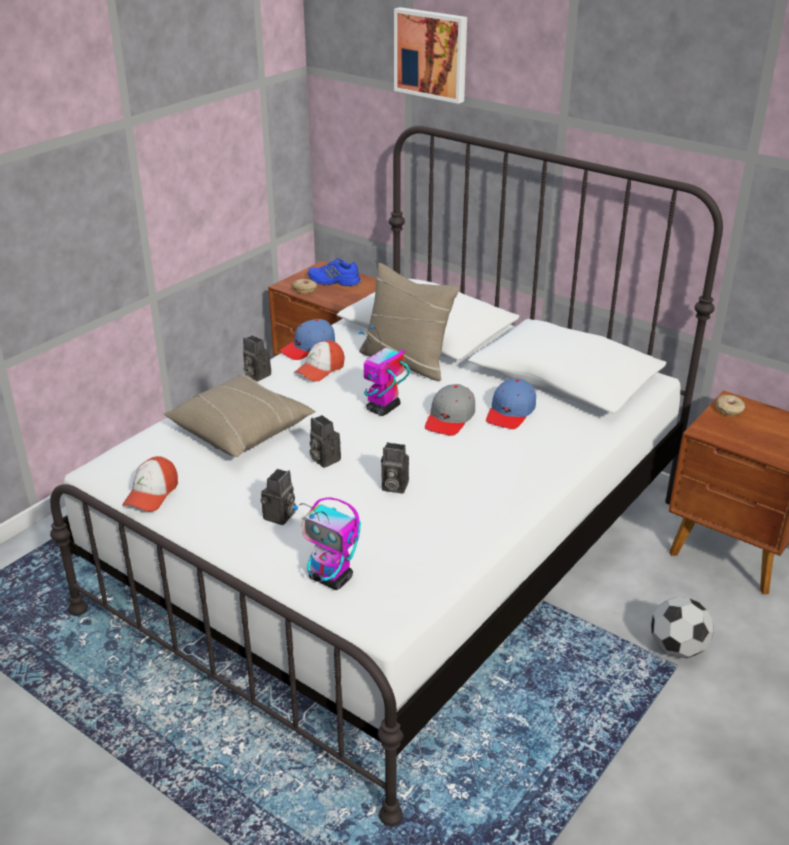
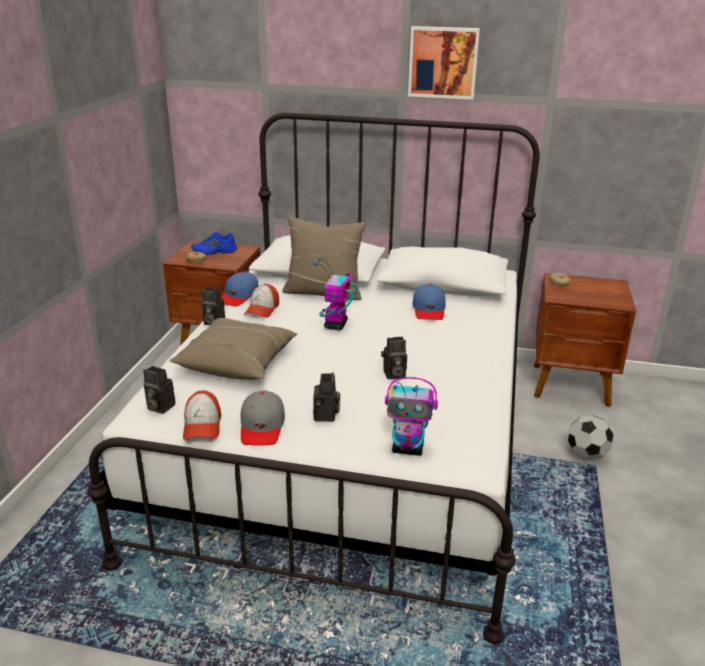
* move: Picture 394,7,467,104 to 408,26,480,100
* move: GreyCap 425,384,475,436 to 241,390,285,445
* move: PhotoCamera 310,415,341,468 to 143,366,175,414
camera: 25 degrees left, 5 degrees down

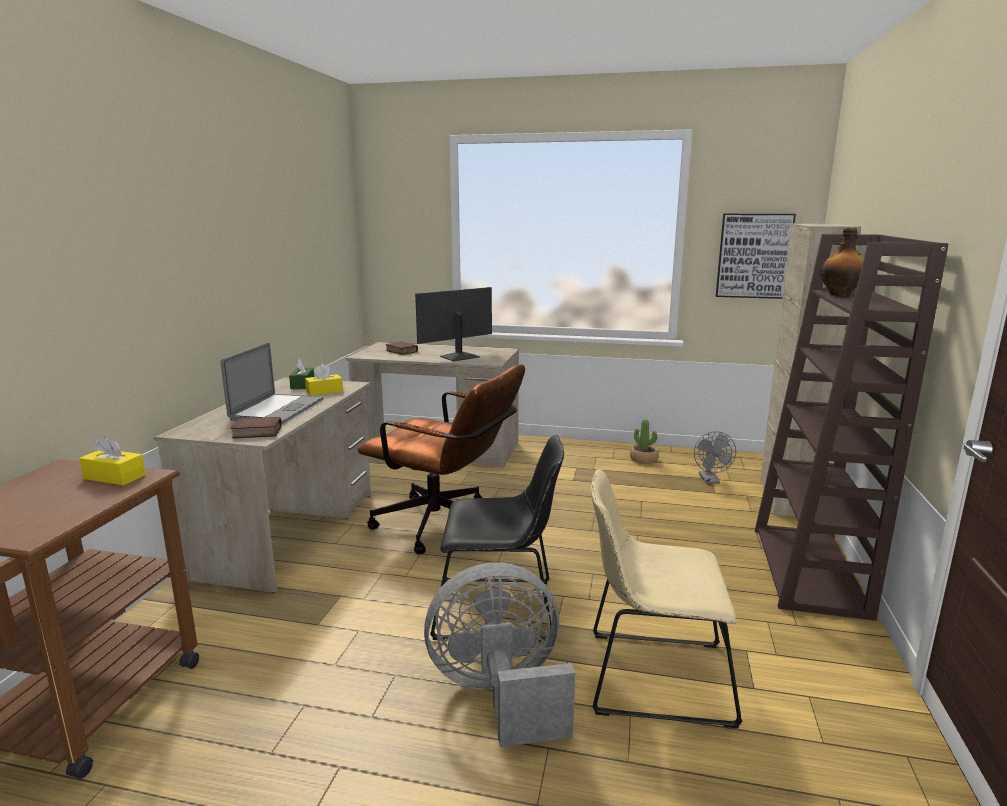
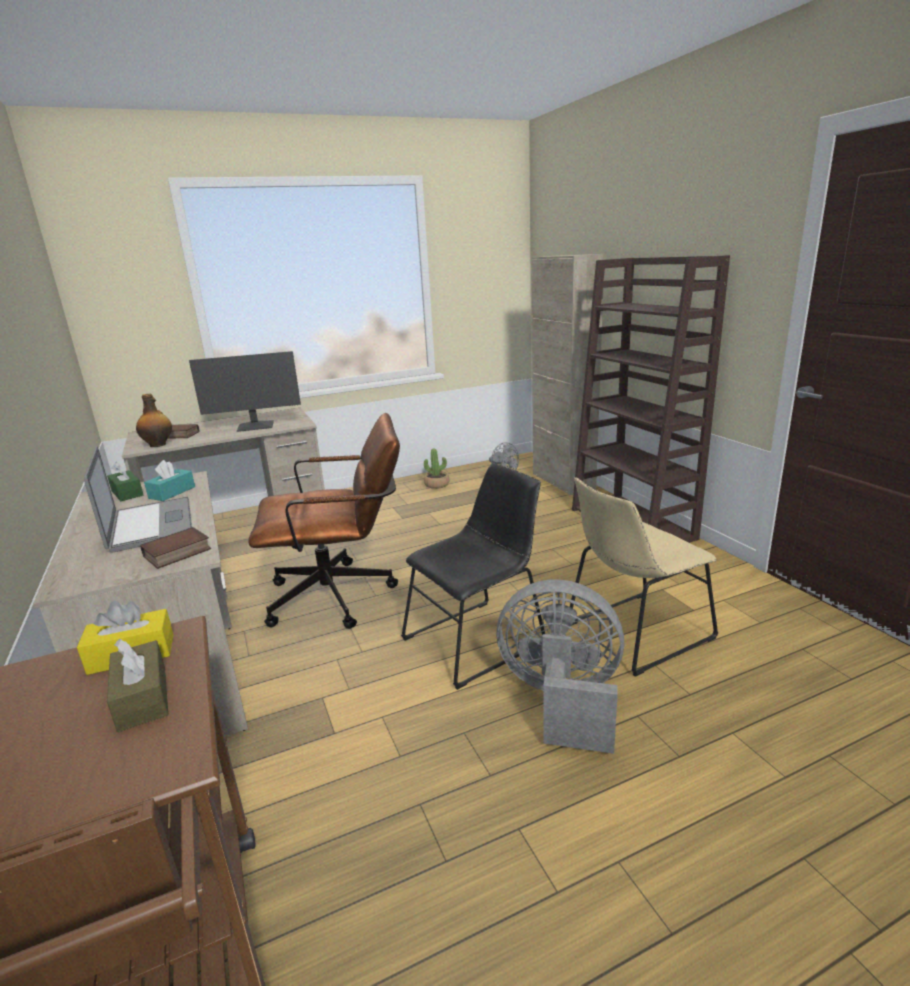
* delete: Picture 716,214,796,299
* move: Bottle 820,227,863,296 to 136,394,172,447
* rotate: Monitor 415,287,492,362 = 189,351,301,432 120 degrees counterclockwise
* recolor: YellowTissueBox 305,364,343,396 to TurquoiseTissueBox 144,460,195,501
* rotate: GreyFan 424,563,575,747 = 496,580,624,754 60 degrees clockwise
* insert: BrownTissueBox 107,638,169,732
camera: 35 degrees left, 5 degrees up

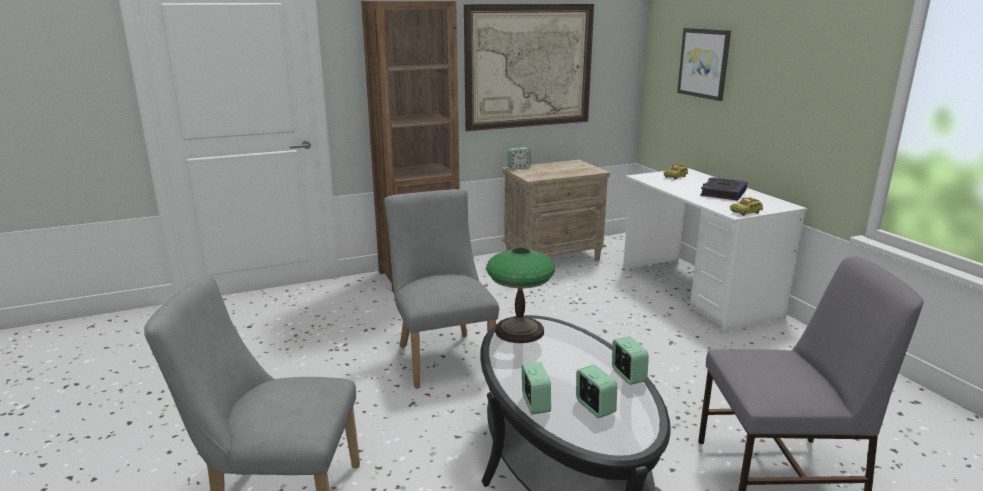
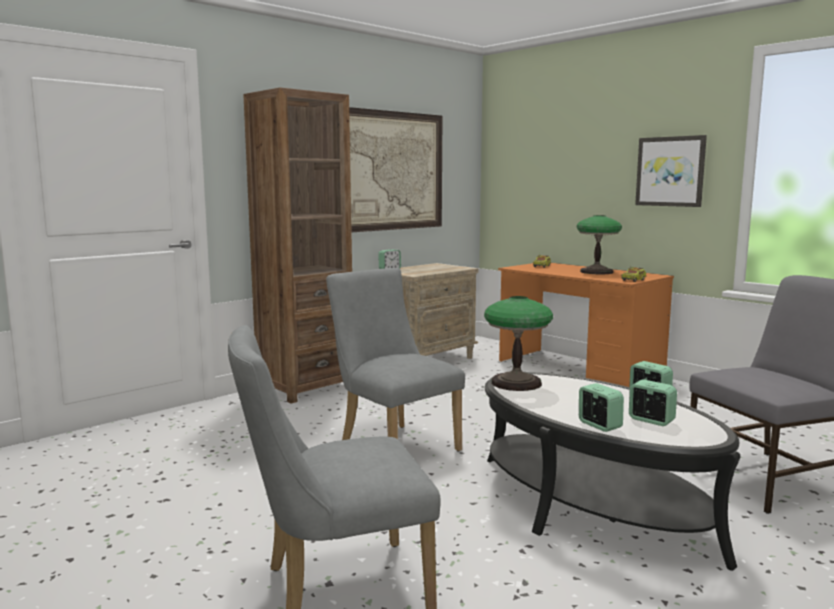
* move: Picture 677,28,731,101 to 635,135,707,207
* recolor: WhiteDesk 623,168,807,331 to OrangeDesk 498,263,674,387
* replace: Book 700,177,748,201 to TableLamp 577,215,622,274
camera: 20 degrees left, 10 degrees down

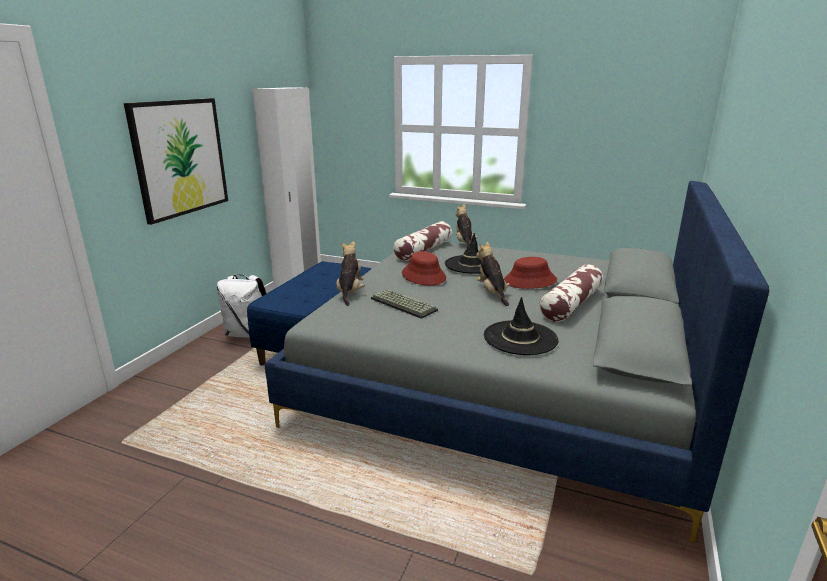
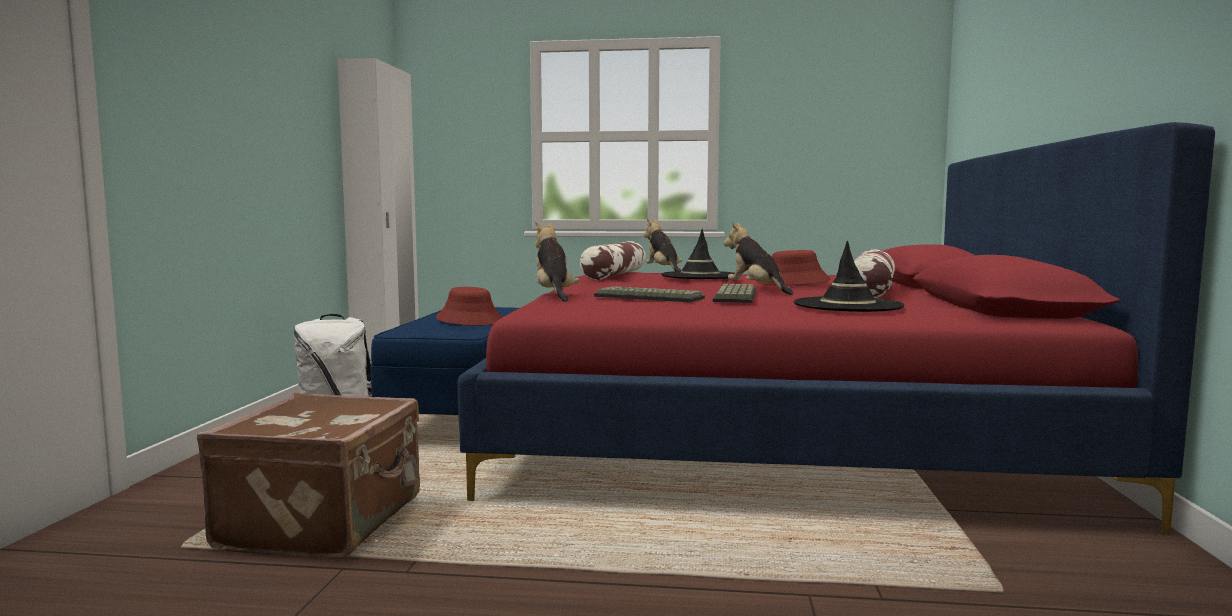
* delete: Picture 124,98,228,225
* recolor: GreyBed 265,181,769,542 to RedBed 458,122,1215,535
* move: RedHat 402,251,446,285 to 436,287,502,326
* insert: Keyboard 713,284,756,303
* insert: BrownSuitcase 197,392,420,559
camera: 15 degrees left, 15 degrees down

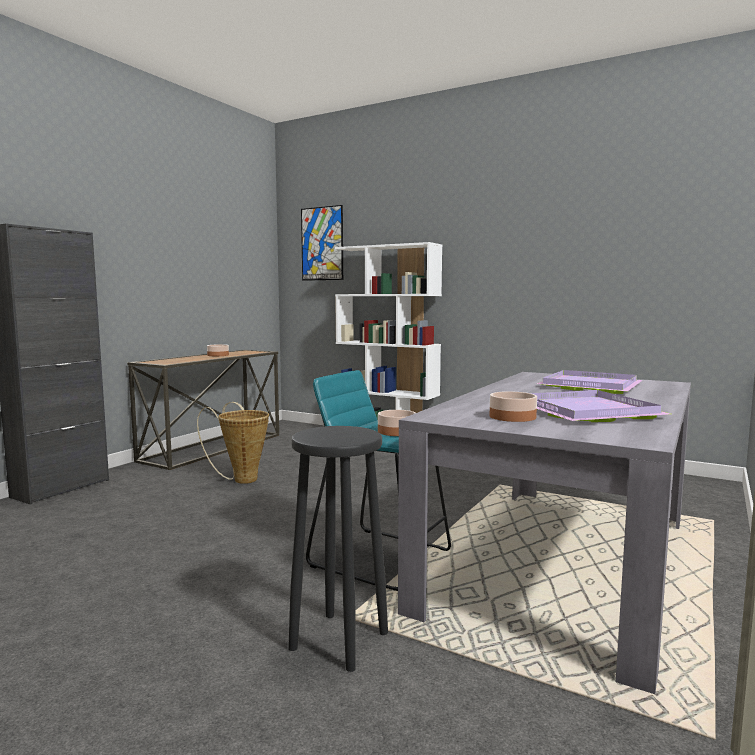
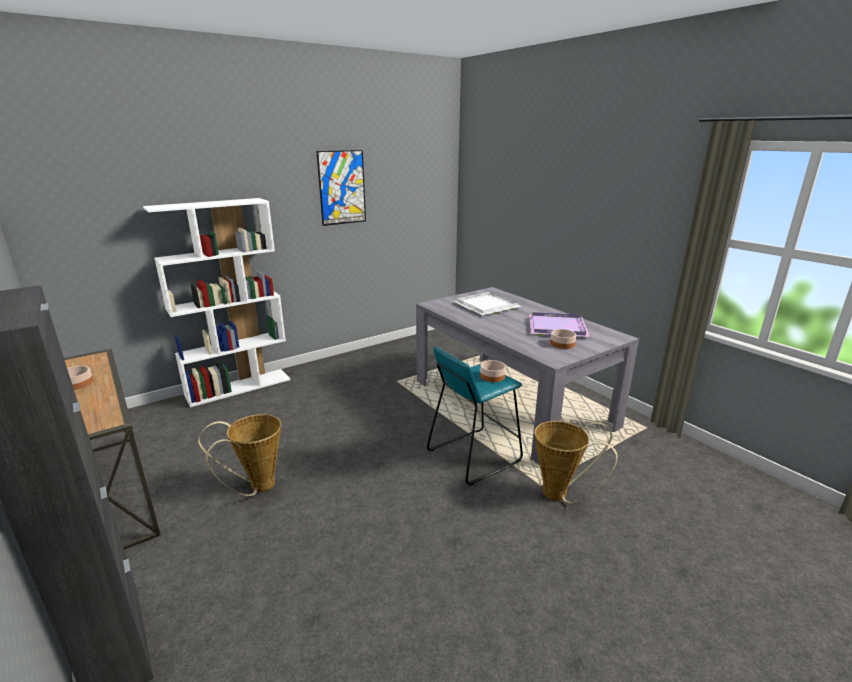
* move: Picture 301,205,343,281 to 317,150,366,226
* recolor: PurpleTray 537,370,643,394 to WhiteTray 453,292,521,315
* replace: BlackStool 288,426,388,672 to Basket 534,421,618,503
camera: 65 degrees left, 15 degrees up

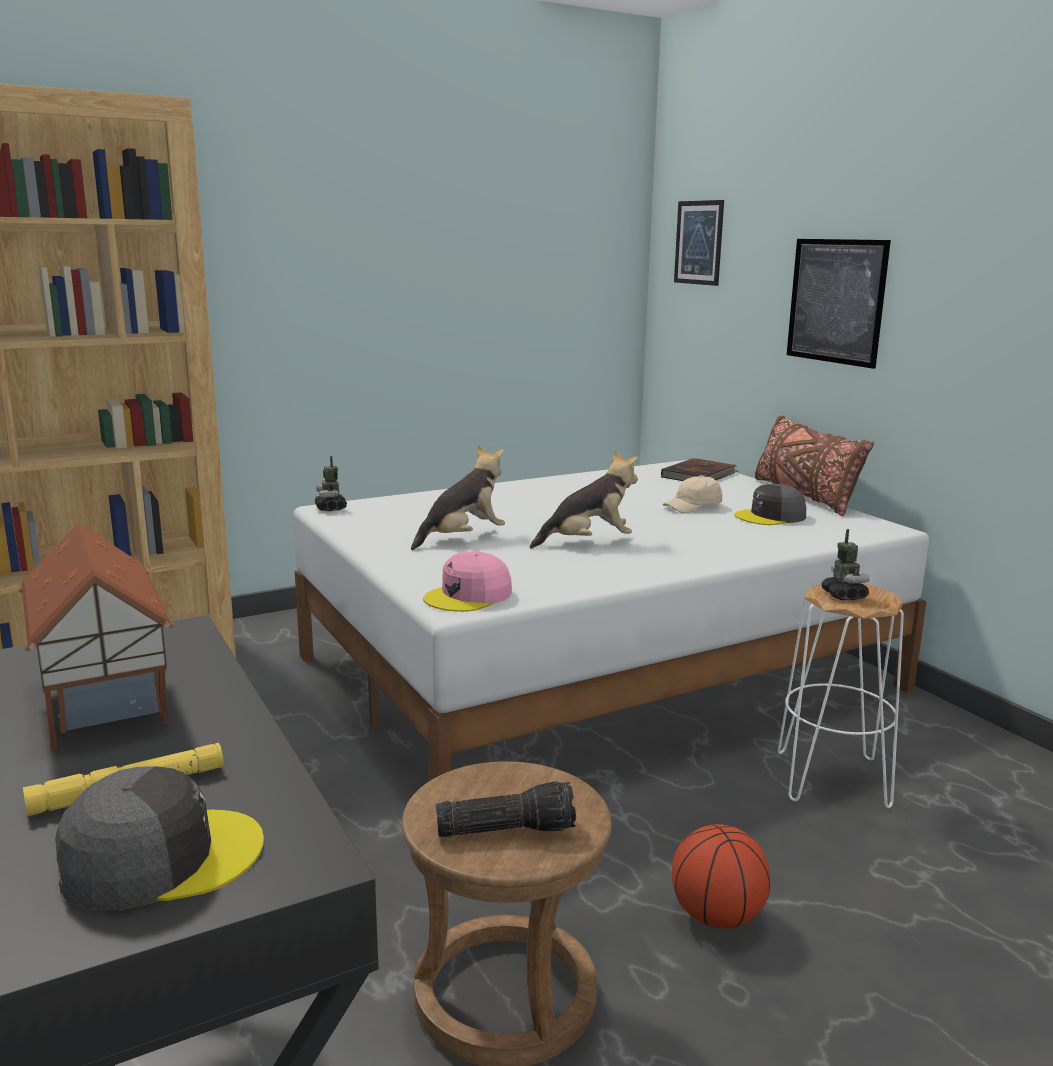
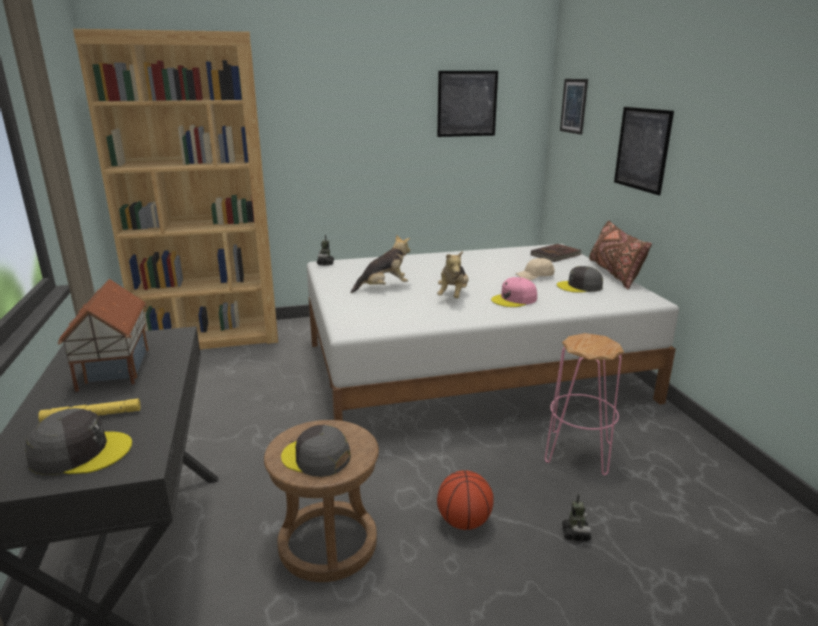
* rotate: PlushToy 530,450,638,549 = 437,251,468,298 105 degrees clockwise
* move: ToyRobot 821,529,870,600 to 562,495,591,542
* move: PinkCap 423,551,512,612 to 491,277,537,307
* recolor: WhiteStool 777,583,904,808 to PinkStool 545,333,624,475
* replace: Flashlight 436,781,576,837 to GreyCap 281,425,351,477
* insert: Picture 437,71,498,137
camera: 15 degrees right, 5 degrees up

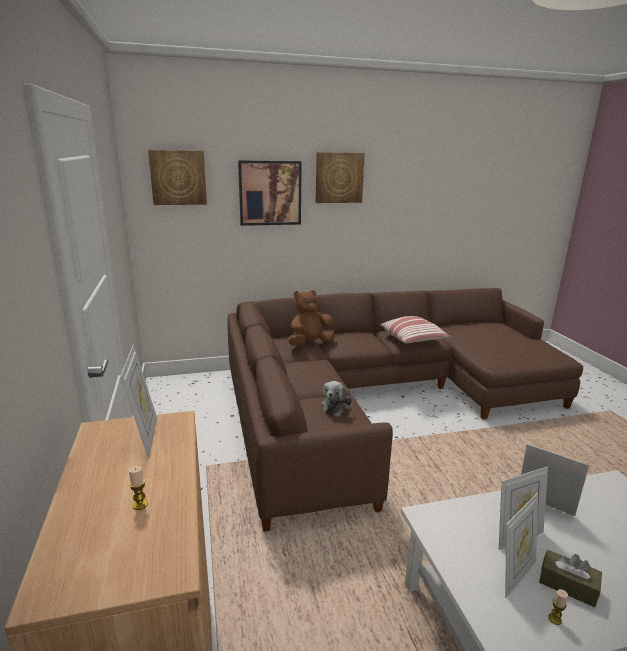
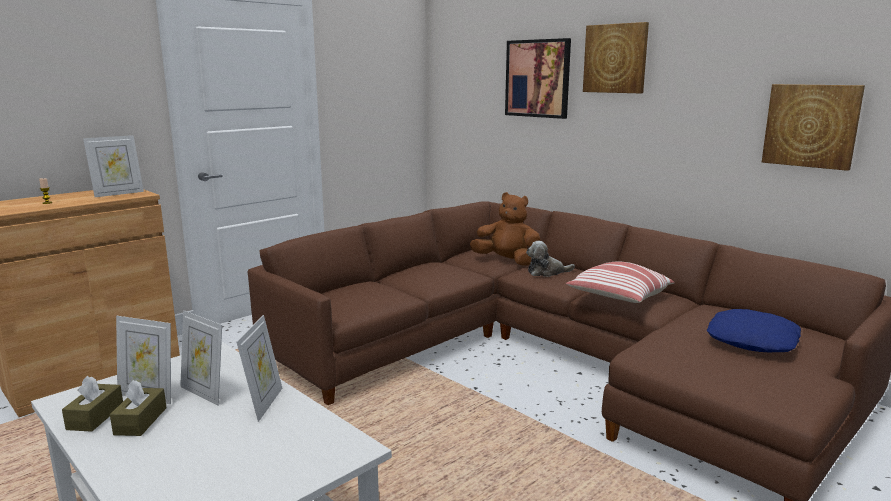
* move: Picture 148,150,207,205 to 762,84,865,171
* move: PlushToy 321,381,352,417 to 526,241,575,277
* replace: Candle 548,589,568,625 to BrownTissueBox 62,376,123,432
* insert: BluePillow 707,309,801,352
camera: 60 degrees right, 5 degrees down

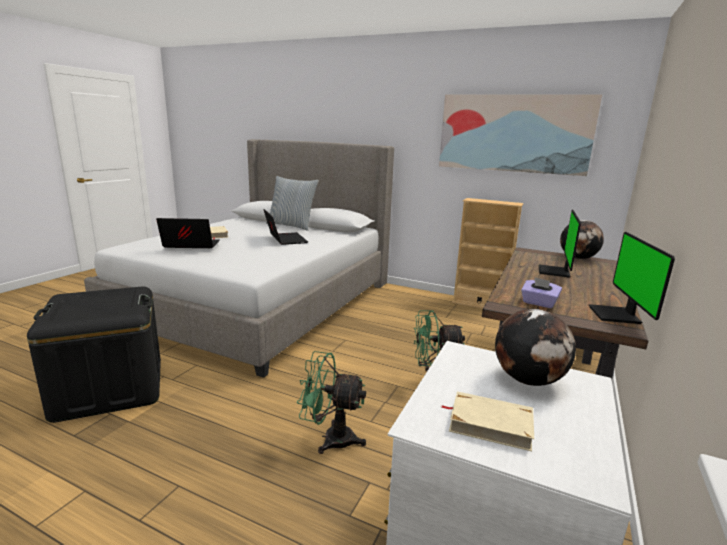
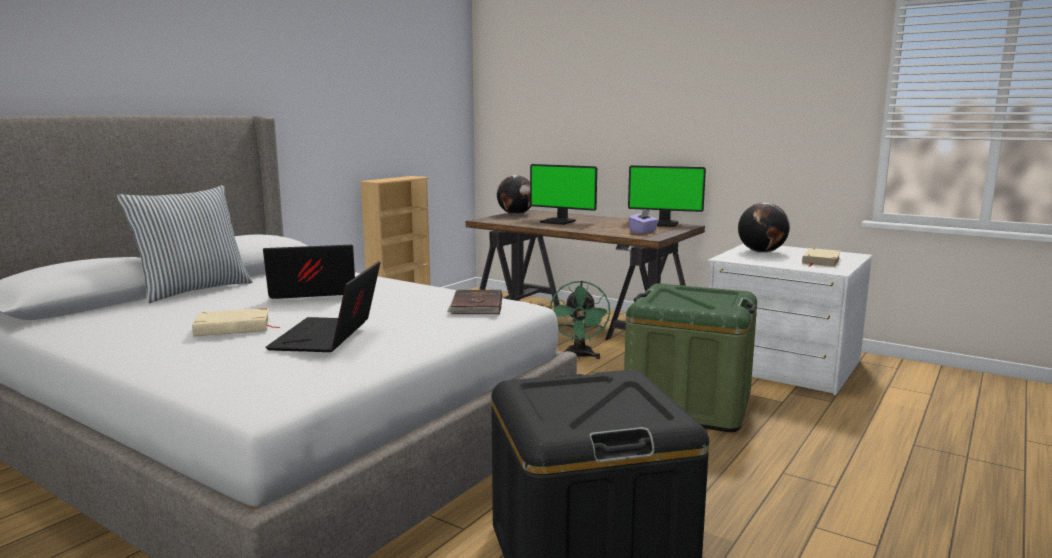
* delete: Picture 439,94,602,176
* replace: GreenFan 297,351,366,454 to GreenStorageBox 624,283,757,432
* insert: BrownBook 447,289,502,314
camera: 80 degrees left, 5 degrees down

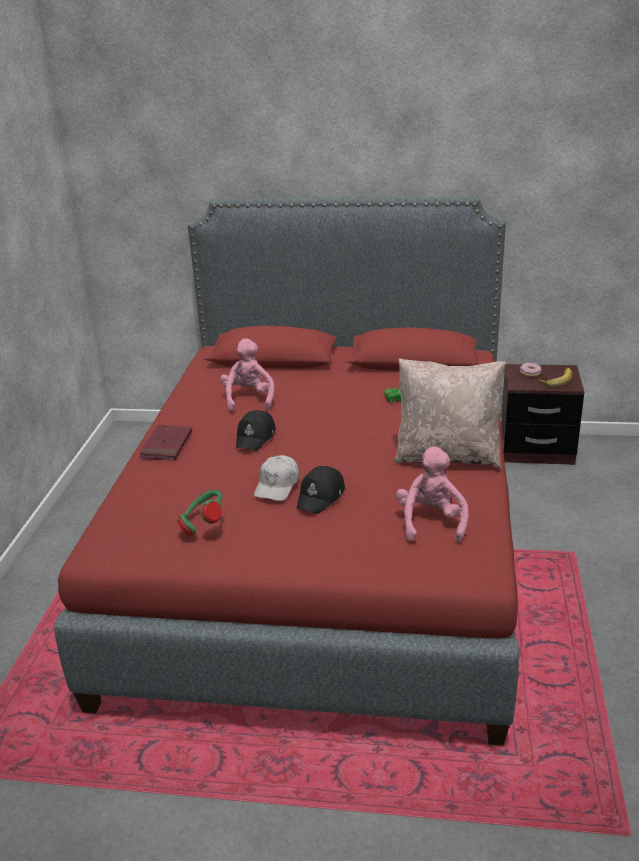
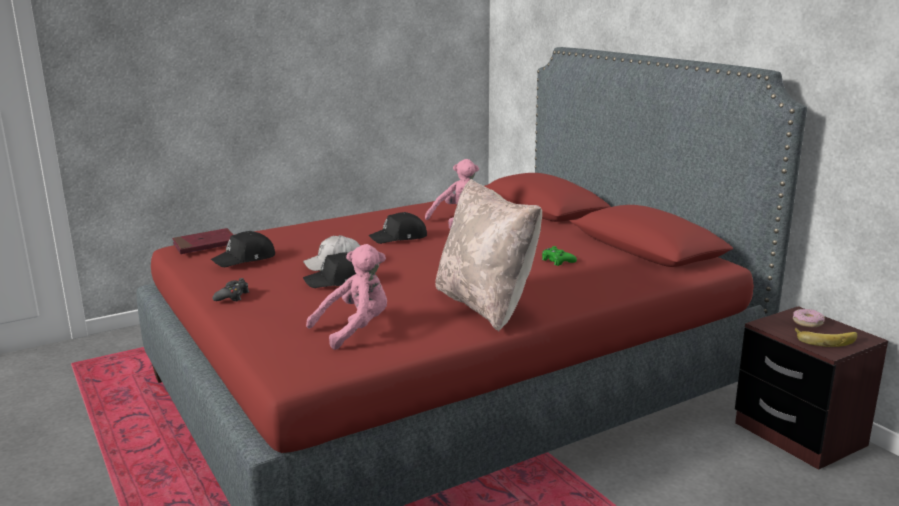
* move: RedBook 139,424,192,461 to 172,228,233,254
* replace: GreenHeadphones 177,490,223,536 to BlackCap 211,231,275,267
* insert: BlackGameController 212,278,249,301
camera: 50 degrees right, 10 degrees down

